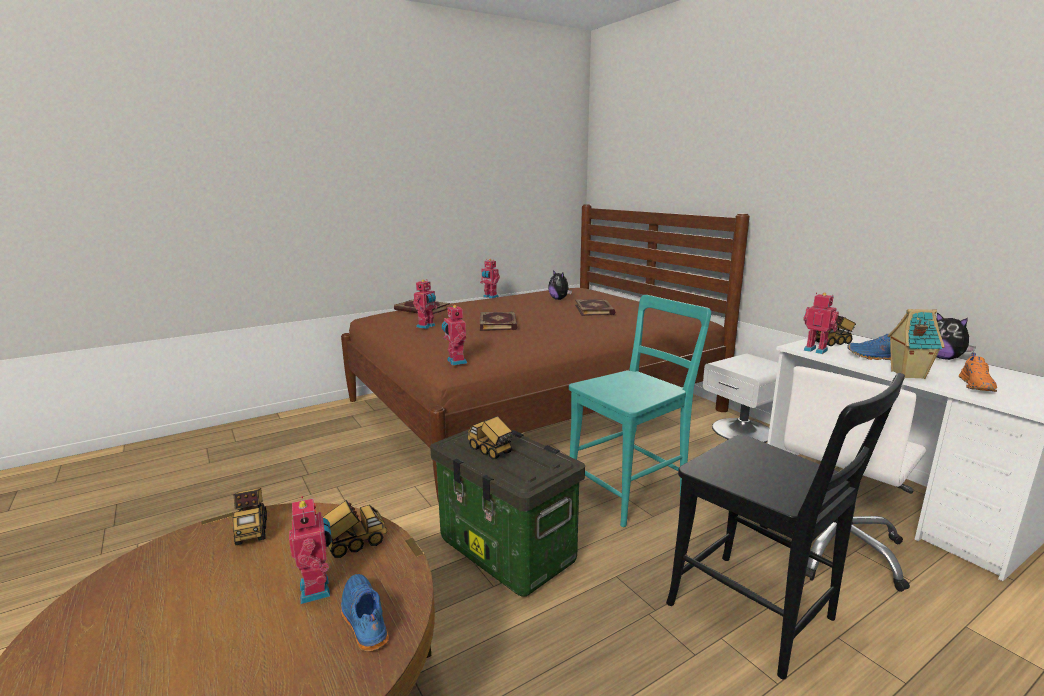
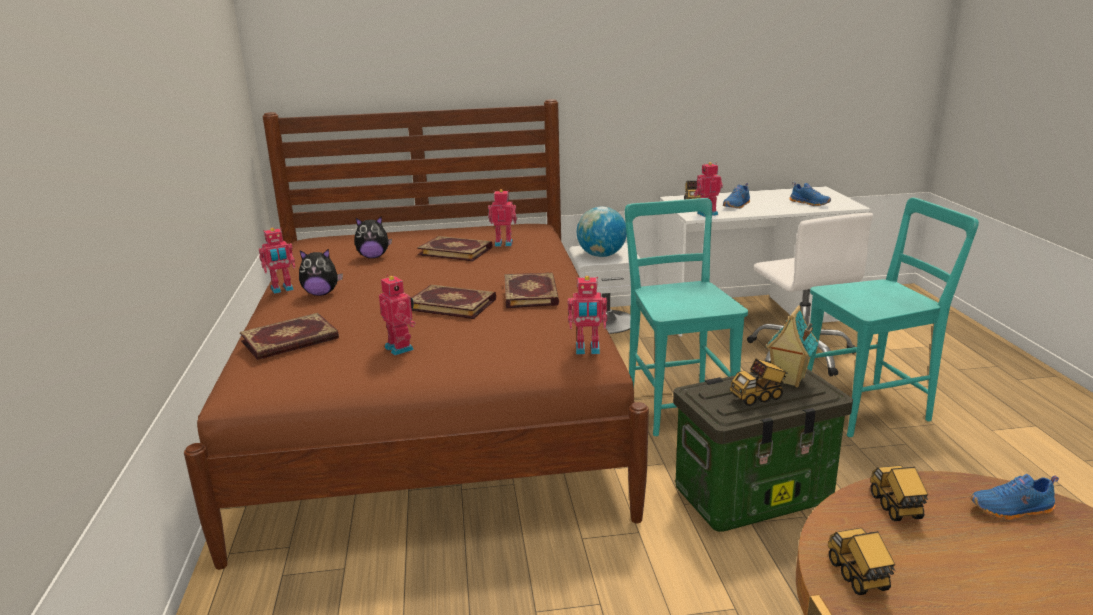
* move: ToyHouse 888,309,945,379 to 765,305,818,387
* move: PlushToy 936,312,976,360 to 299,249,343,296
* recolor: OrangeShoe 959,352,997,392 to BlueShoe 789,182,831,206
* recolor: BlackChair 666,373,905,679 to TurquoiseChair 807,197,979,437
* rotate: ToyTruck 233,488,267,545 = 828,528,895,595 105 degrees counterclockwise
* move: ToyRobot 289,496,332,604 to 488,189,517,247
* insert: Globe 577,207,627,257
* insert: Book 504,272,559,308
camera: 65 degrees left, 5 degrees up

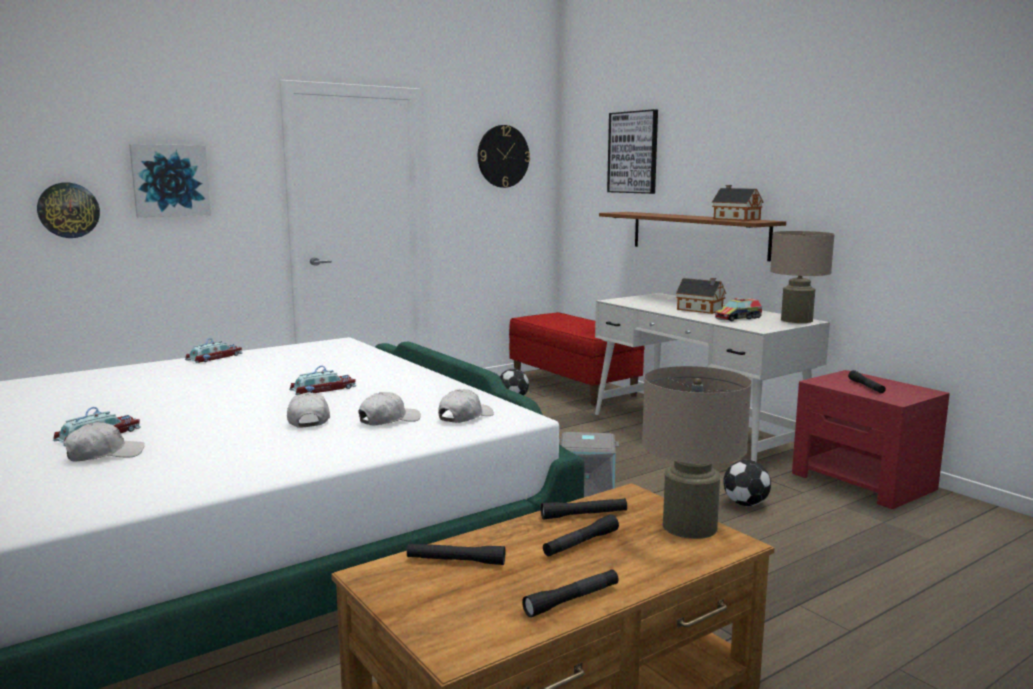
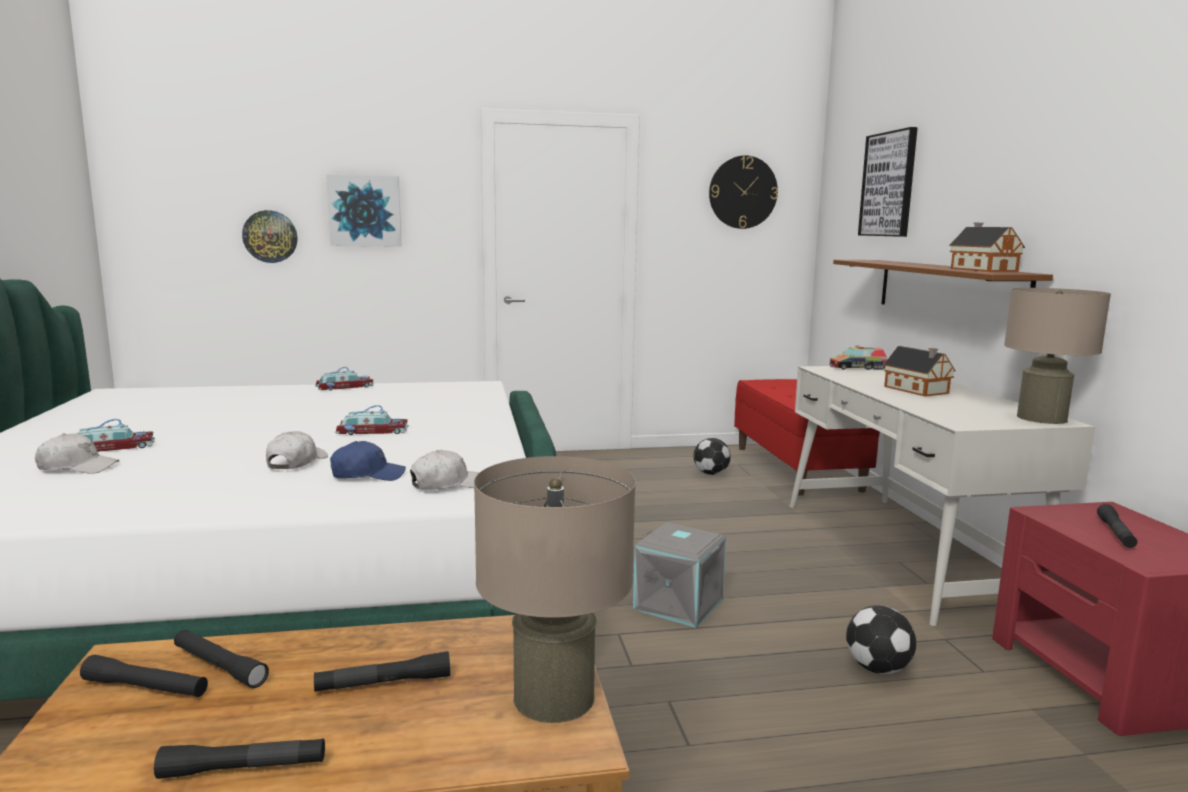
* move: ToyTruck 715,298,762,321 to 829,346,887,370
* recolor: WhiteCap 358,392,421,425 to BlueCap 330,441,406,481
* move: BlackFlashlight 541,498,627,520 to 80,655,208,697
camera: 25 degrees right, 0 degrees up

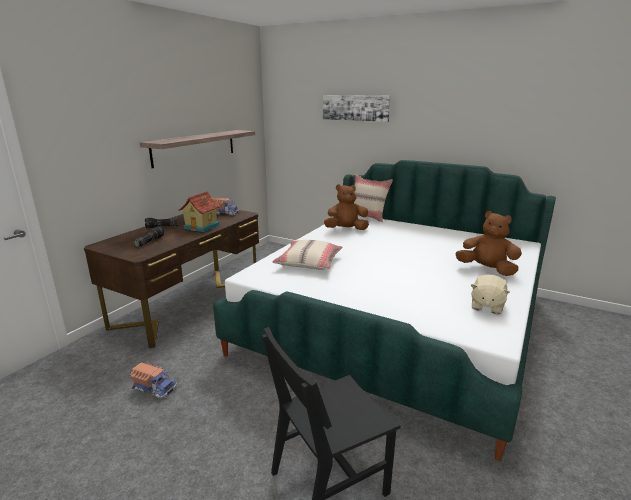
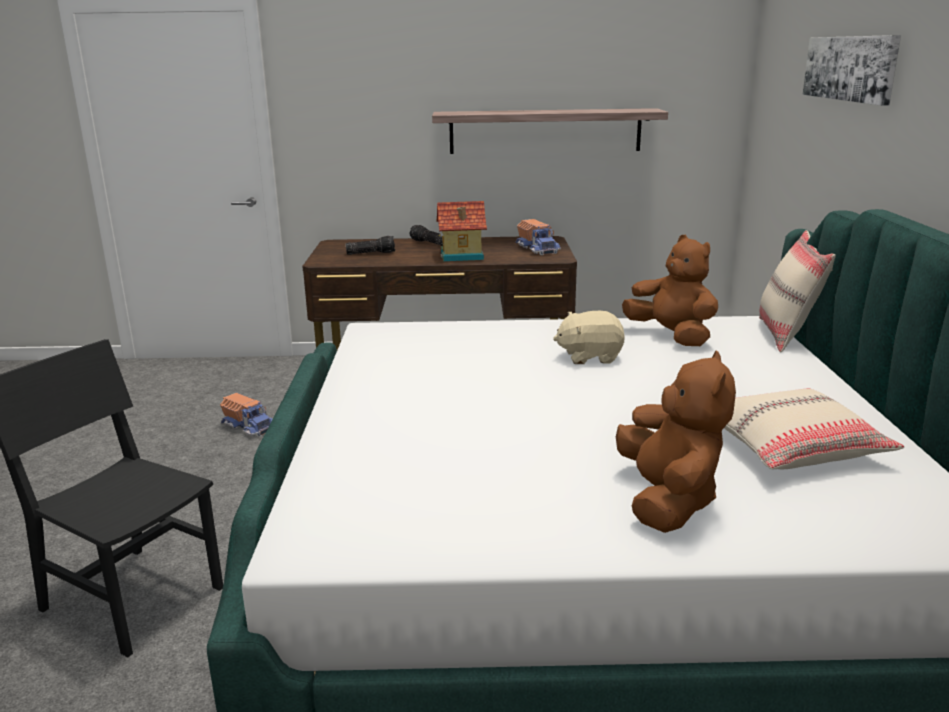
* move: BeigePillow 272,240,342,270 to 724,388,904,470
* move: BeigePlushToy 471,275,510,314 to 553,311,625,364
* rotate: ToyTruck 130,362,177,398 = 220,393,272,437 45 degrees counterclockwise
camera: 60 degrees right, 0 degrees up

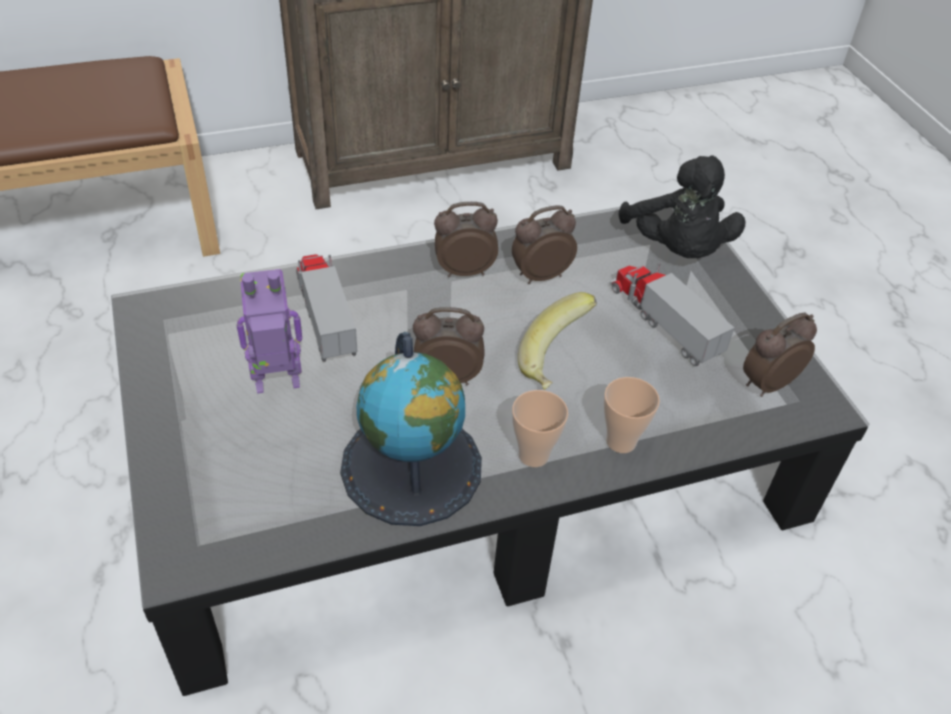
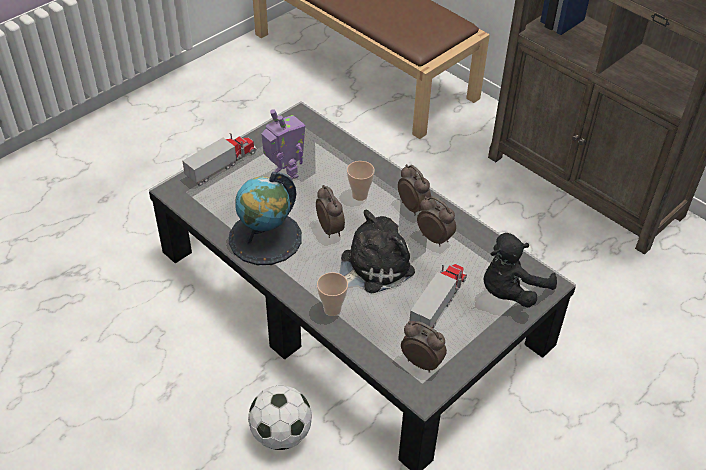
* move: ToyTruck 296,254,358,362 to 183,133,257,186
* replace: Banana 518,292,597,390 to PlushToy 339,210,415,293
* move: Cup 512,390,568,467 to 347,161,375,201
* insert: Football 248,385,312,450
camera: 65 degrees right, 0 degrees up

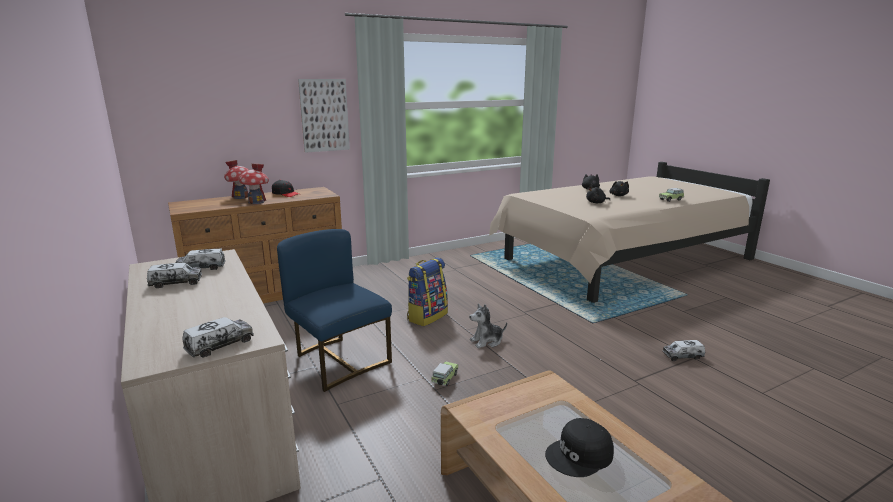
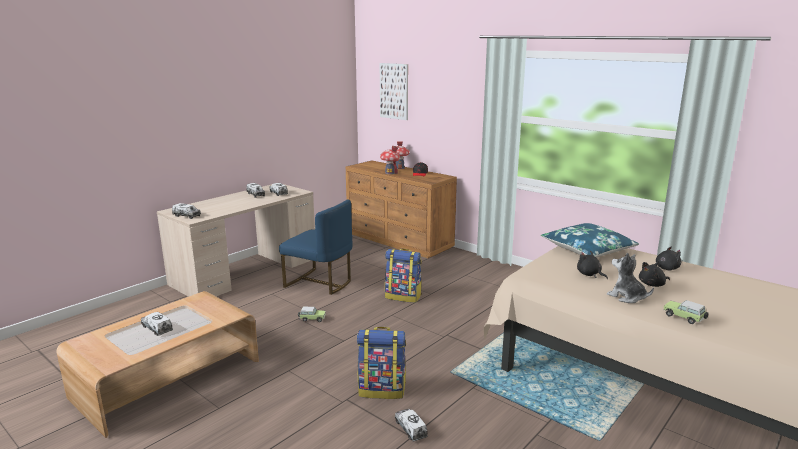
* move: Picture 298,79,350,153 to 380,63,408,120
* rotate: BlueChair 277,229,392,392 = 279,199,353,295 90 degrees clockwise
* move: PlushToy 469,303,507,348 to 607,253,654,303
* replace: BlackCap 545,418,614,477 to ToyTruck 141,312,173,336
* insert: BluePillow 541,223,639,257
* insert: Backpack 357,327,406,399
camera: 70 degrees right, 0 degrees up

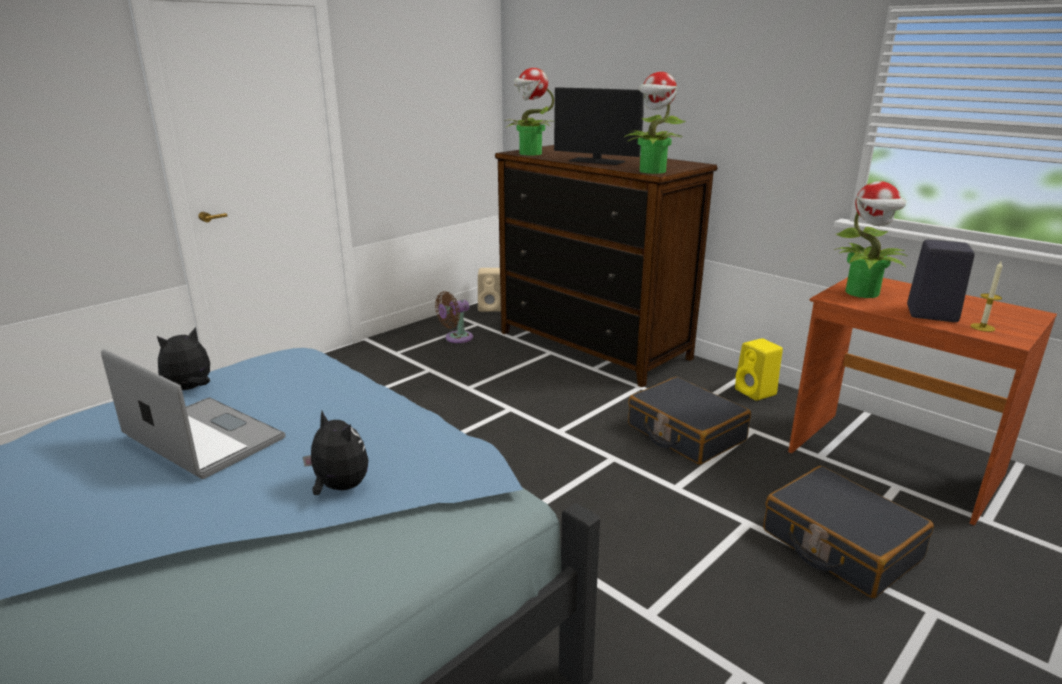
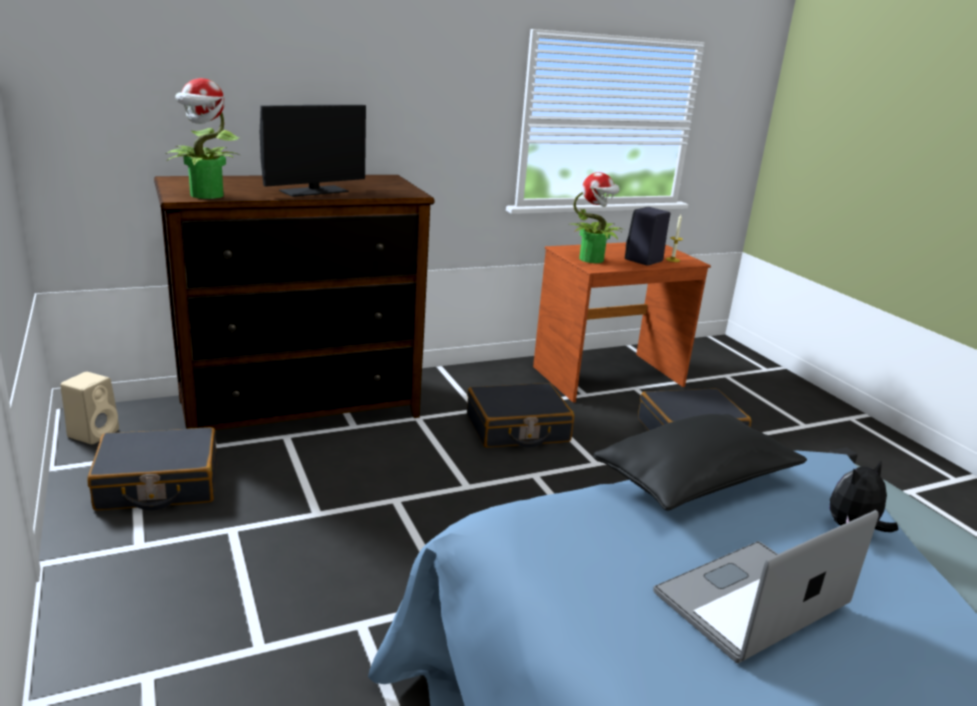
* delete: PottedPlant 623,72,686,174
* replace: BrownFan 435,291,473,343 to BlackSuitcase 88,427,217,511
* delete: PlushToy 157,327,210,390
* delete: YellowSpeaker 735,338,783,401
* insert: BlackPillow 593,414,807,511
camera: 70 degrees left, 0 degrees up

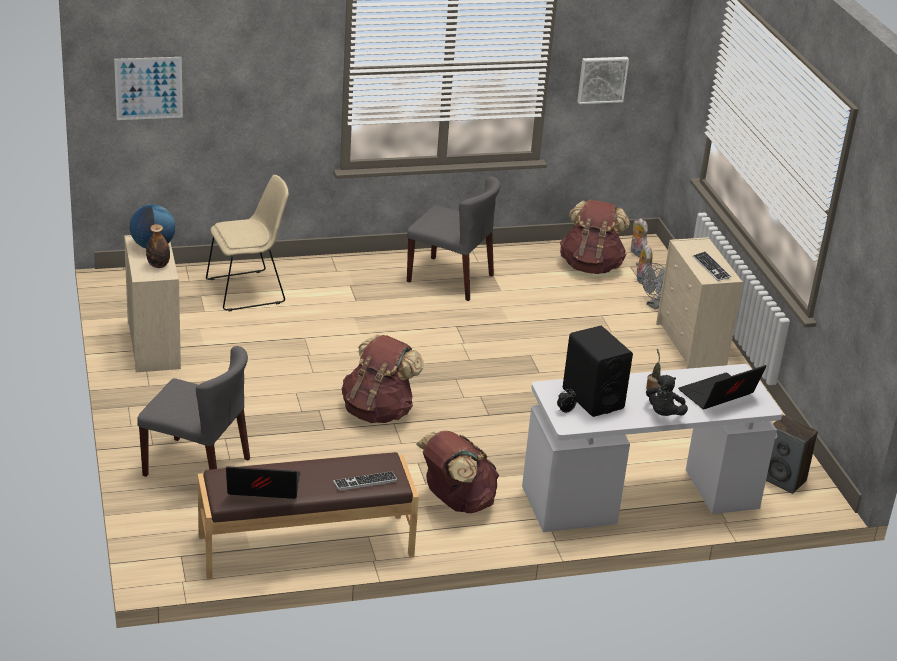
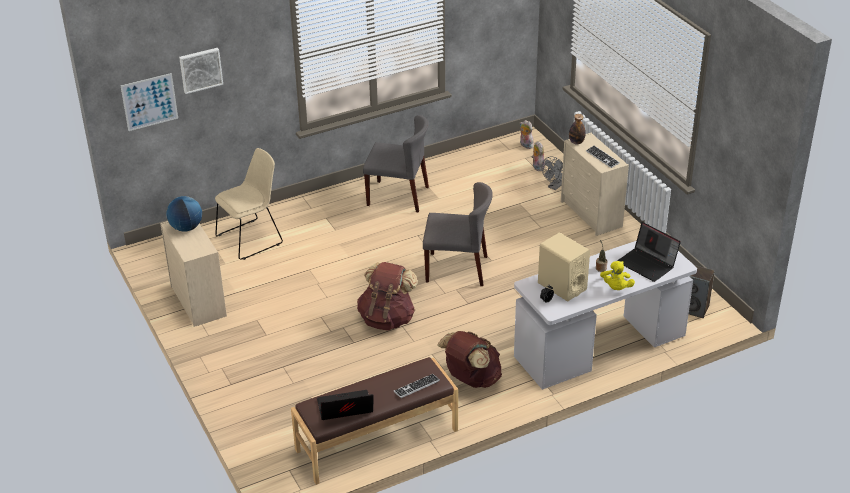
* move: Picture 577,57,629,104 to 179,48,223,94
* delete: BrownBackpack 560,199,630,274
* move: Bottle 146,224,170,268 to 569,114,586,144
* recolor: BlackSpeaker 563,326,633,417 to BeigeSpeaker 538,233,590,301
* move: GreyChair 137,346,250,477 to 423,182,493,286
* rotate: Laptop 678,365,766,409 = 617,222,681,282 90 degrees counterclockwise
* recolor: BlackPlushToy 646,375,688,416 to YellowPlushToy 600,261,635,290
camera: 10 degrees left, 5 degrees up

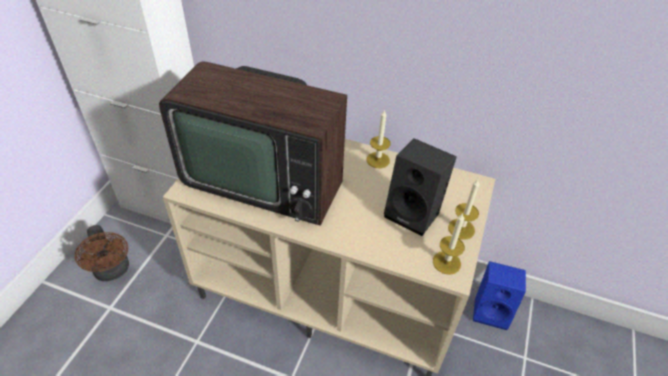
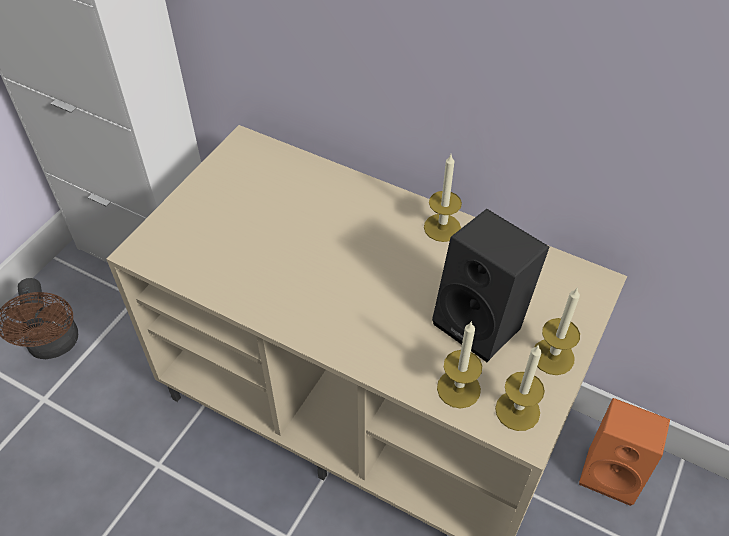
* delete: Television 159,61,347,226
* recolor: BlueSpeaker 473,261,526,330 to OrangeSpeaker 579,398,670,506
* insert: Candle 437,321,482,408
camera: 10 degrees right, 5 degrees up

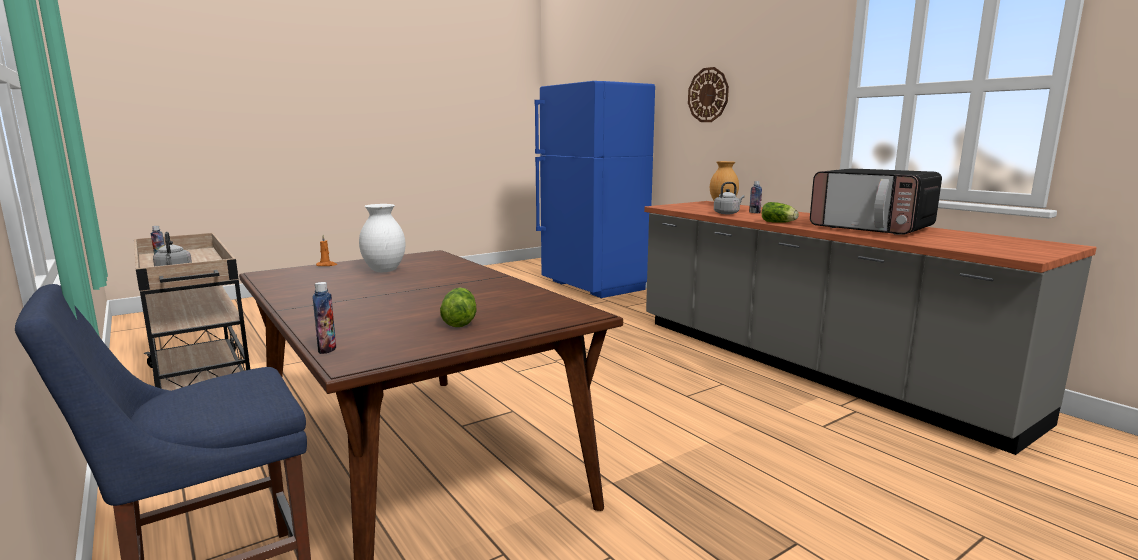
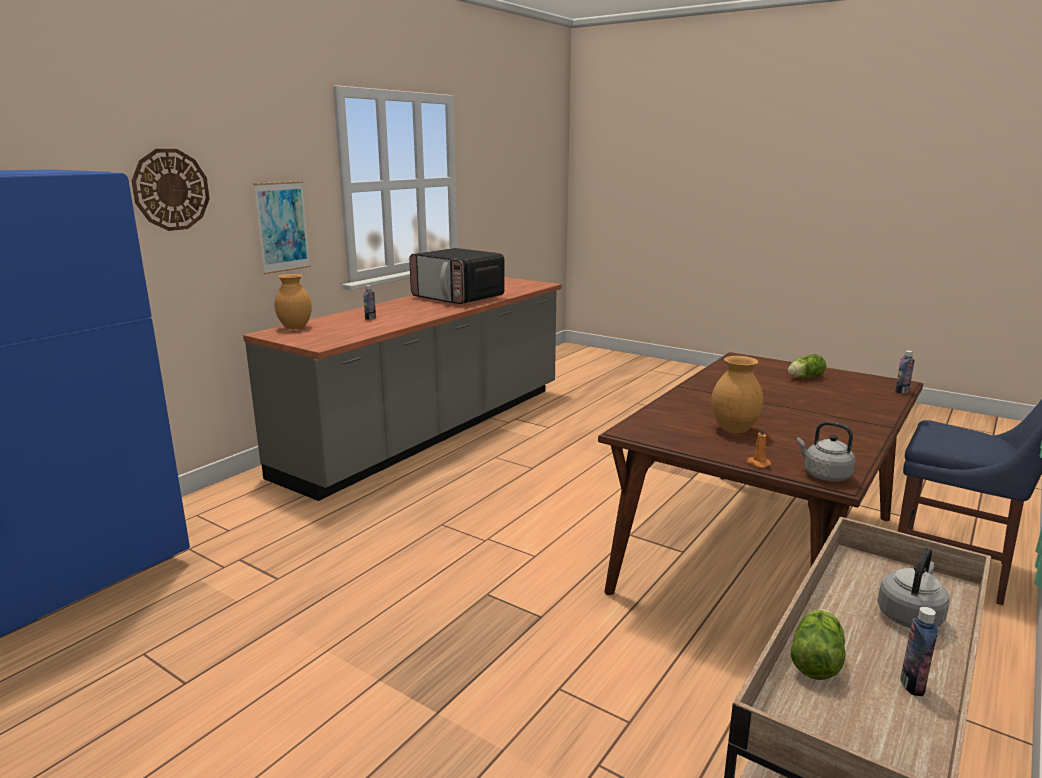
* rotate: Microwave 810,168,942,235 = 409,248,505,304 105 degrees clockwise
* move: GreyKettle 714,182,745,214 to 797,421,855,481
* move: Lettuce 761,202,799,223 to 790,609,845,680
* recolor: WhiteVase 359,204,406,272 to BrownVase 711,356,763,433
* insert: Picture 253,181,311,274
camera: 110 degrees left, 5 degrees up

